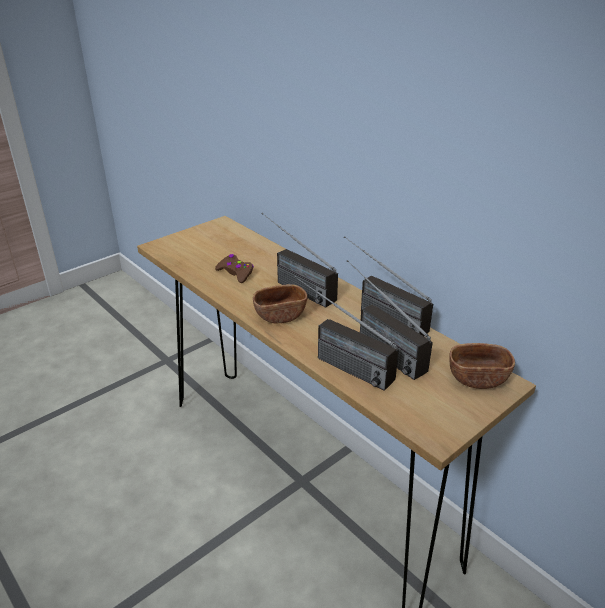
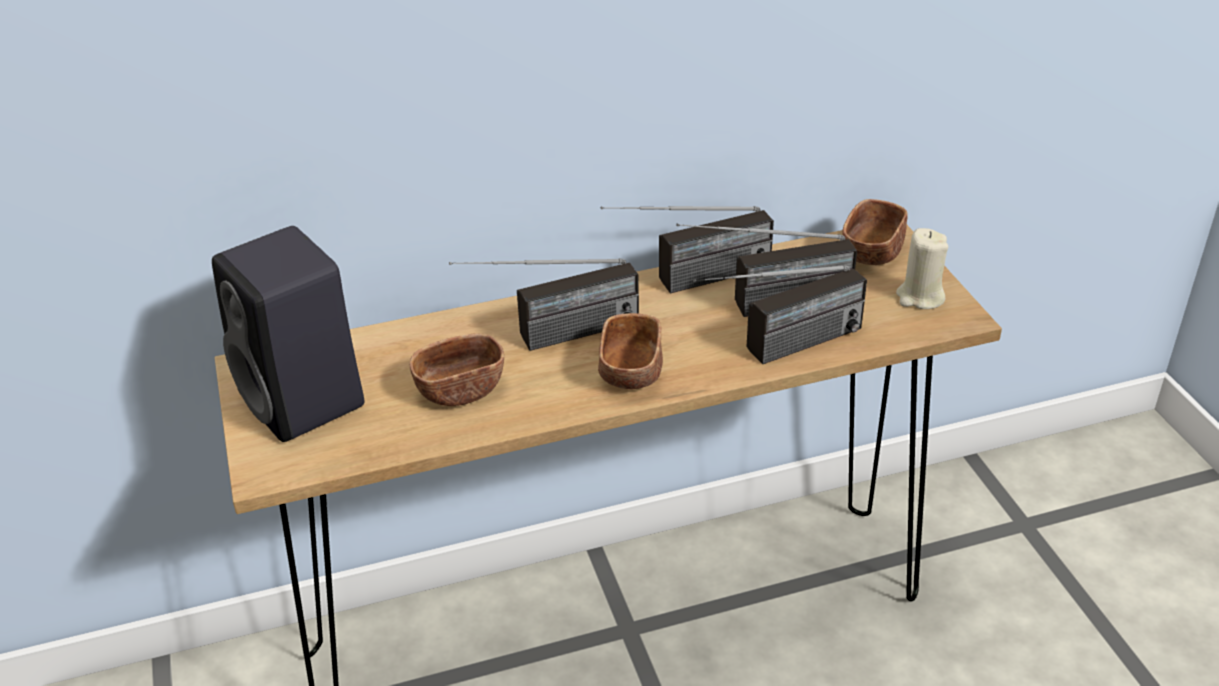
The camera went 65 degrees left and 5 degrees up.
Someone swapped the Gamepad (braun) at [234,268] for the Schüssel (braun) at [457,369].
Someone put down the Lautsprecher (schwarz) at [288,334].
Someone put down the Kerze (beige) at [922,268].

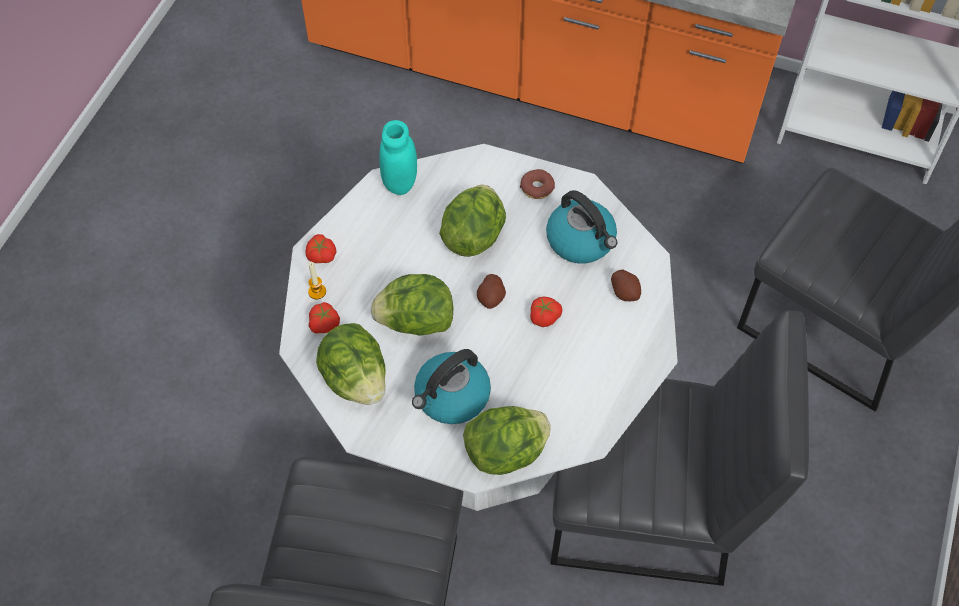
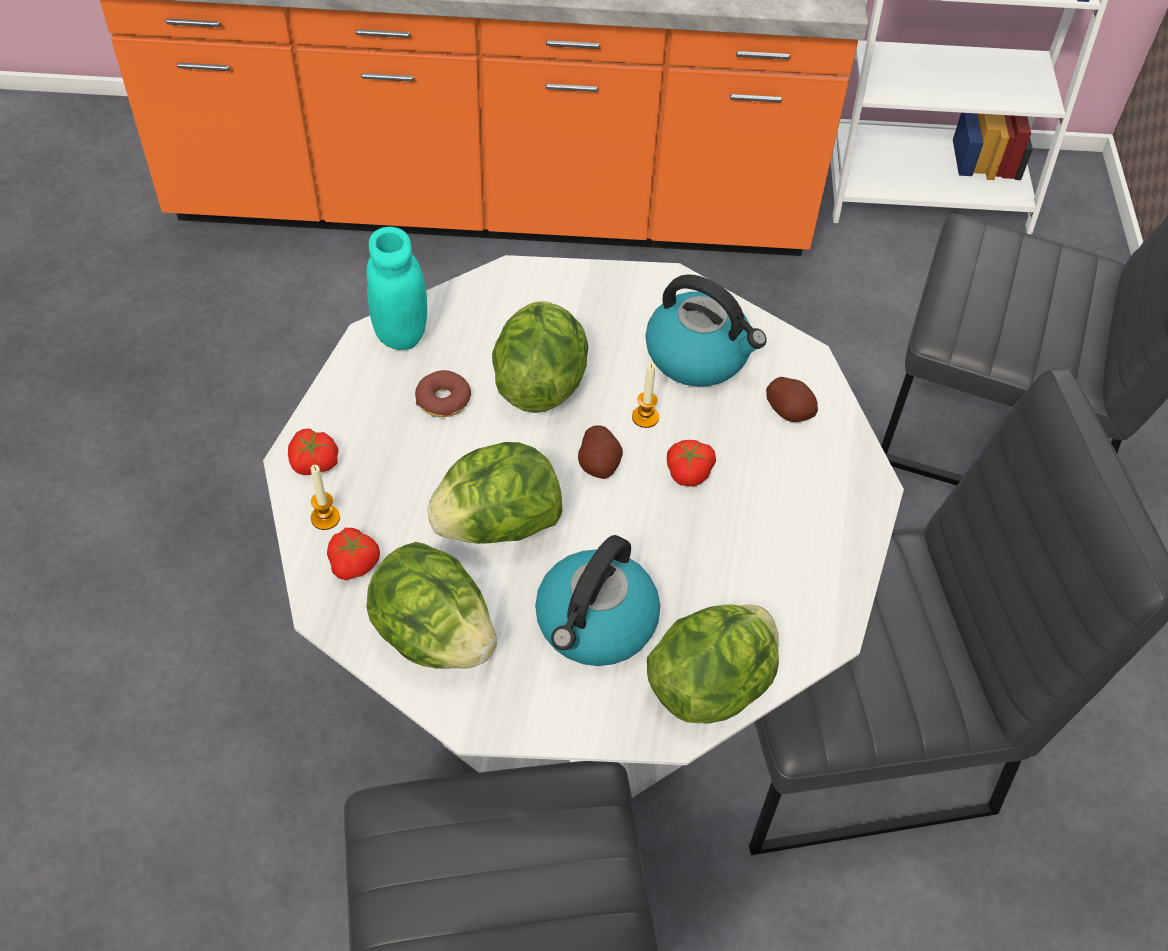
The camera went 20 degrees left and 5 degrees down.
Someone carried the Donut from [537,184] to [443,393].
Someone put down the Kerze at [645,395].

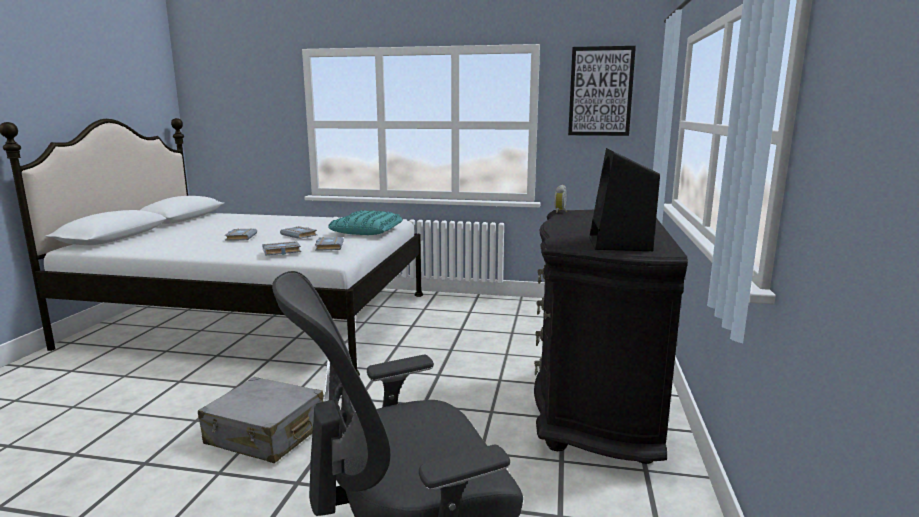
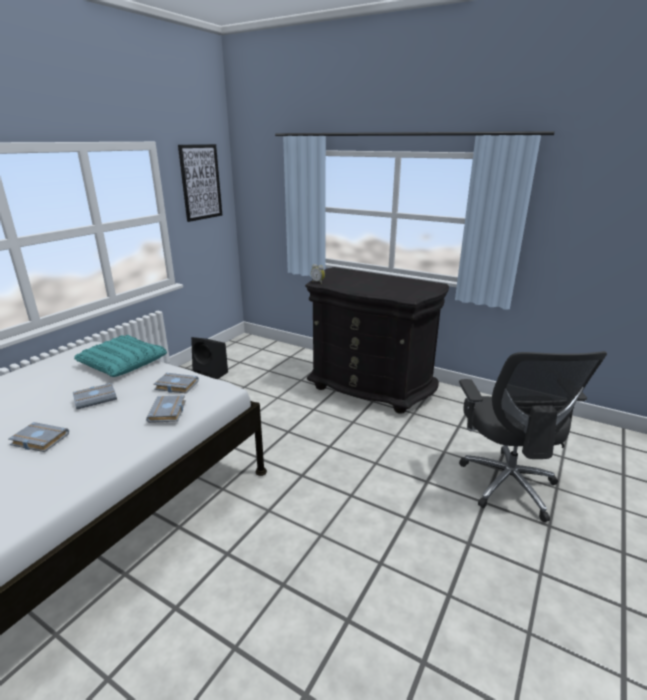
The camera went 70 degrees left and 10 degrees up.
Someone took away the Koffer (grau) at [261,420].
Someone carried the Lautsprecher (schwarz) from [624,199] to [209,358].

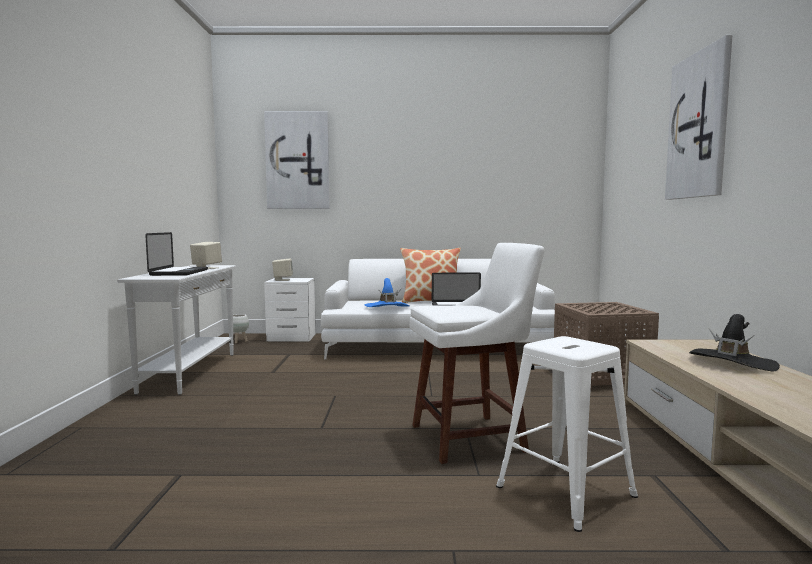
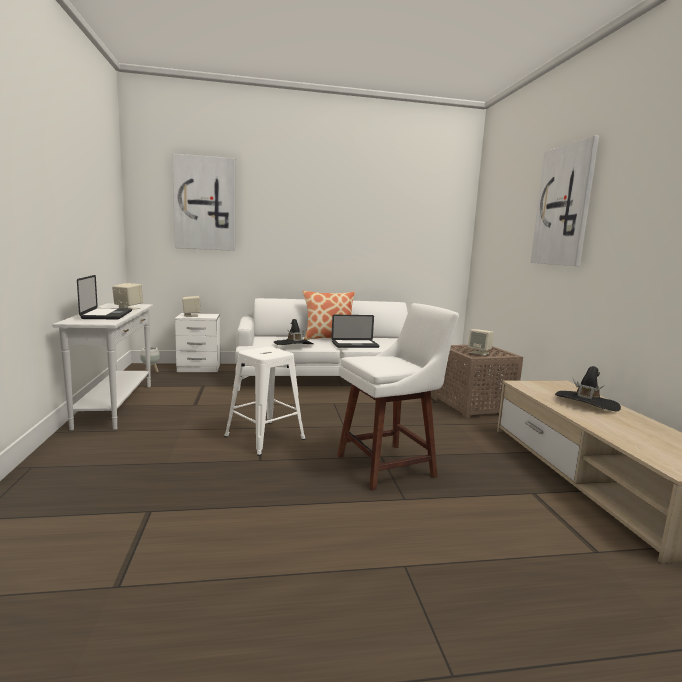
The camera went 10 degrees left and 5 degrees up.
Someone repainted the Hut (blau) at [387,292], which became the Hut (schwarz) at [294,332].
Someone carried the Hocker (weiß) from [567,434] to [265,401].
Someone put down the Lautsprecher (beige) at [481,342].

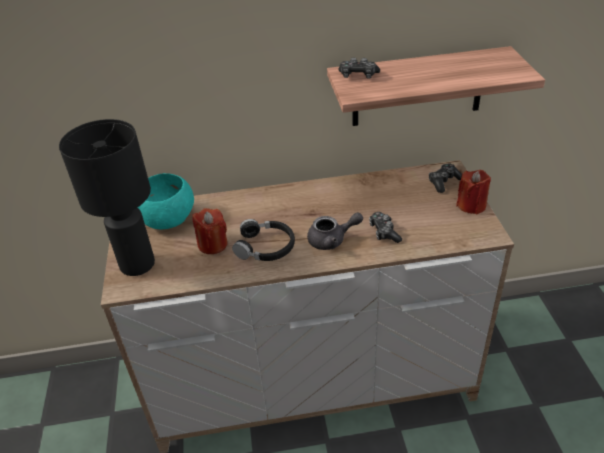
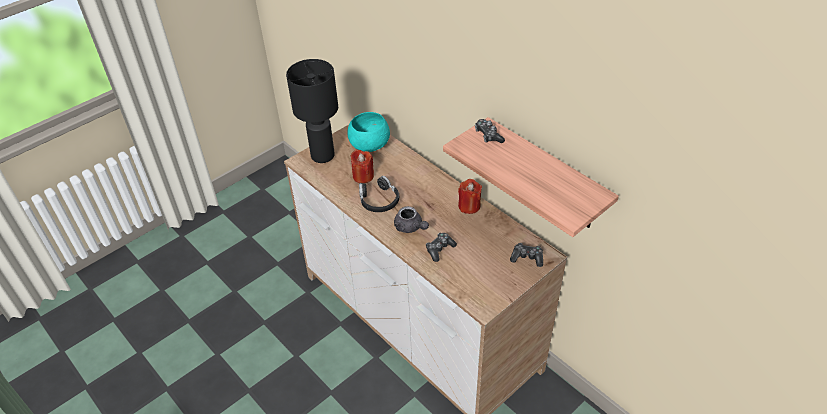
The camera went 55 degrees right and 5 degrees up.
Someone carried the Kerze (rot) from [473,192] to [470,196].

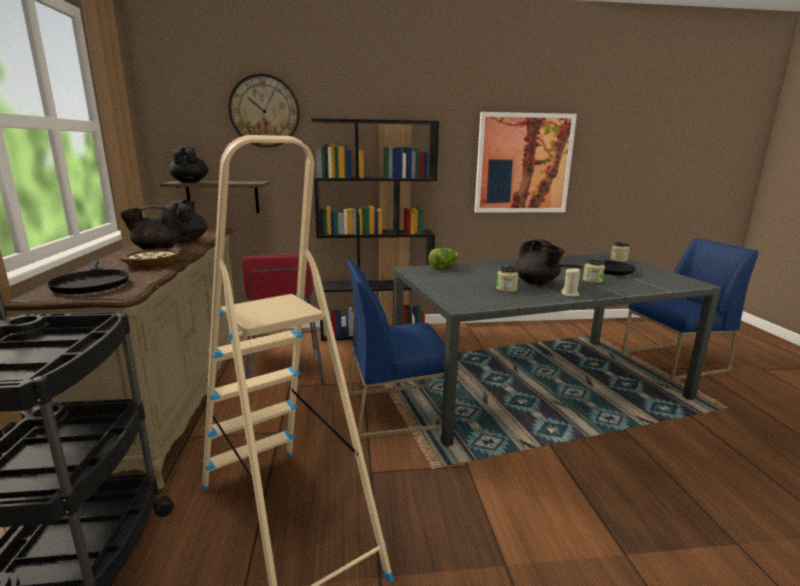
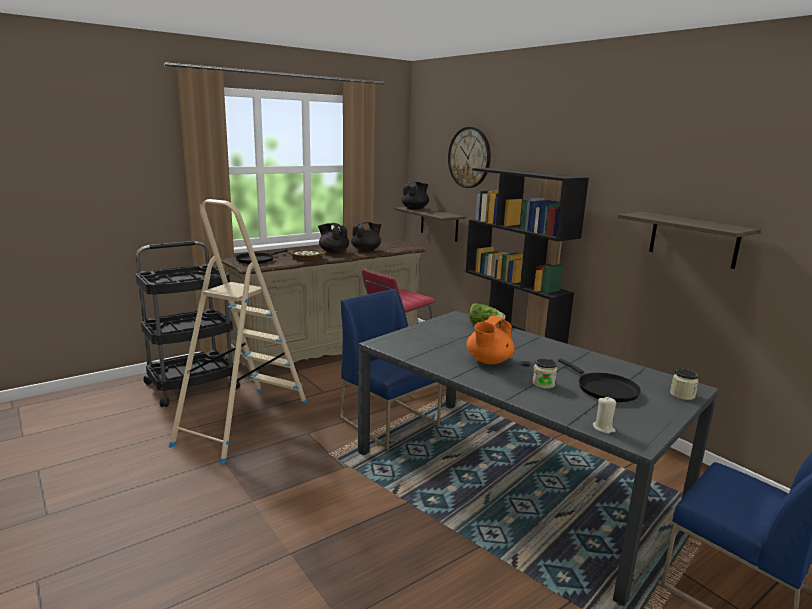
The camera went 60 degrees right and 0 degrees up.
Someone swapped the Bild at [525,162] for the Wandregal at [689,240].
Someone took away the Vorratsglas at [507,279].
Someone repainted the Teekanne (schwarz) at [539,262], which became the Teekanne (orange) at [490,340].
Someone carried the Kerze (beige) from [570,282] to [604,415].

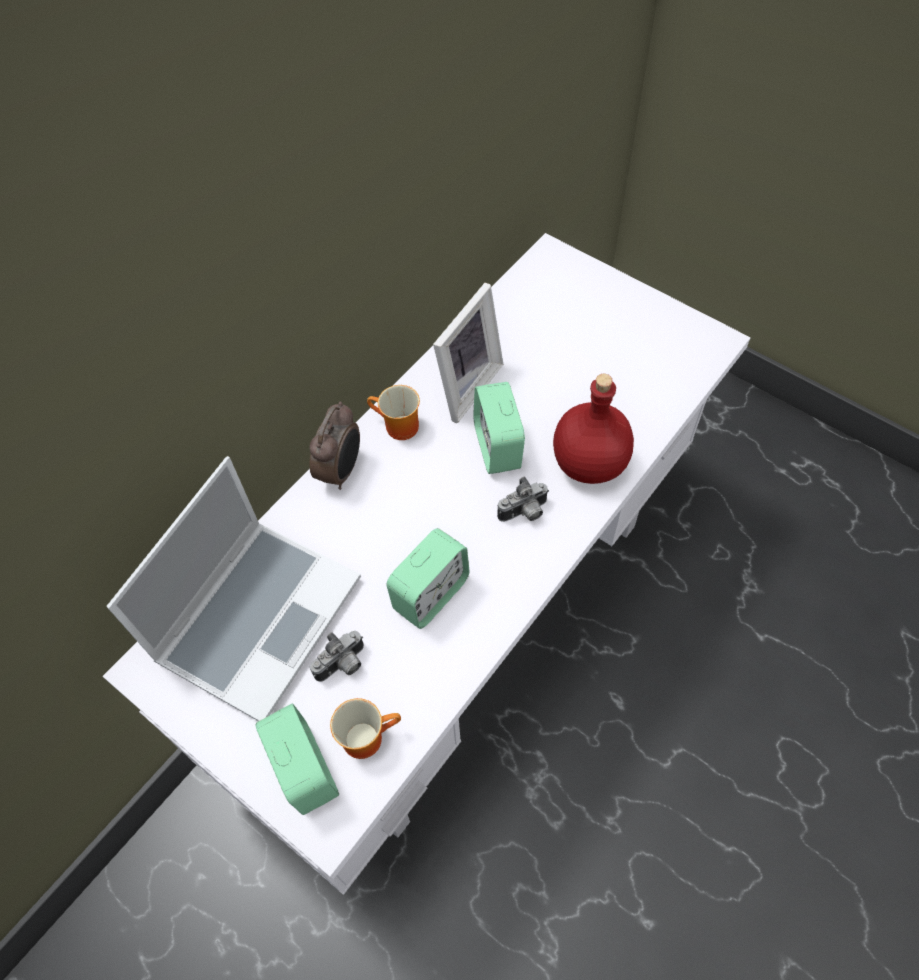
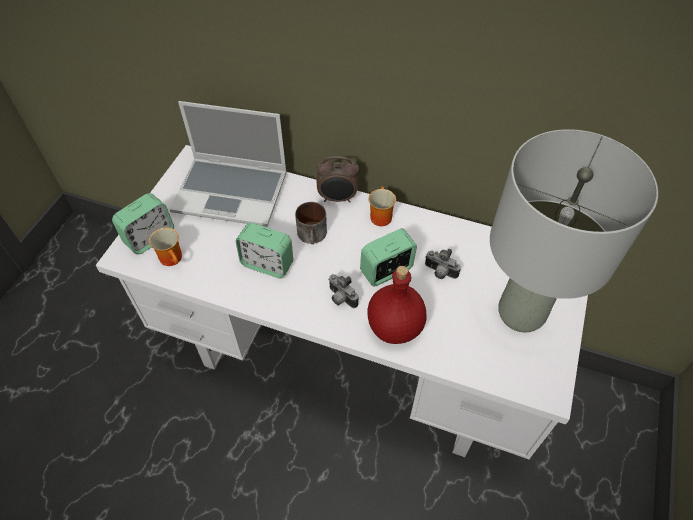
The camera went 70 degrees right and 5 degrees down.
Someone carried the Kamera from [337,656] to [443,264].
Someone took away the Bilderrahmen at [468,353].
Someone put down the Henkelbecher at [311,223].
Someone put down the Tischlampe (grau) at [574,230].

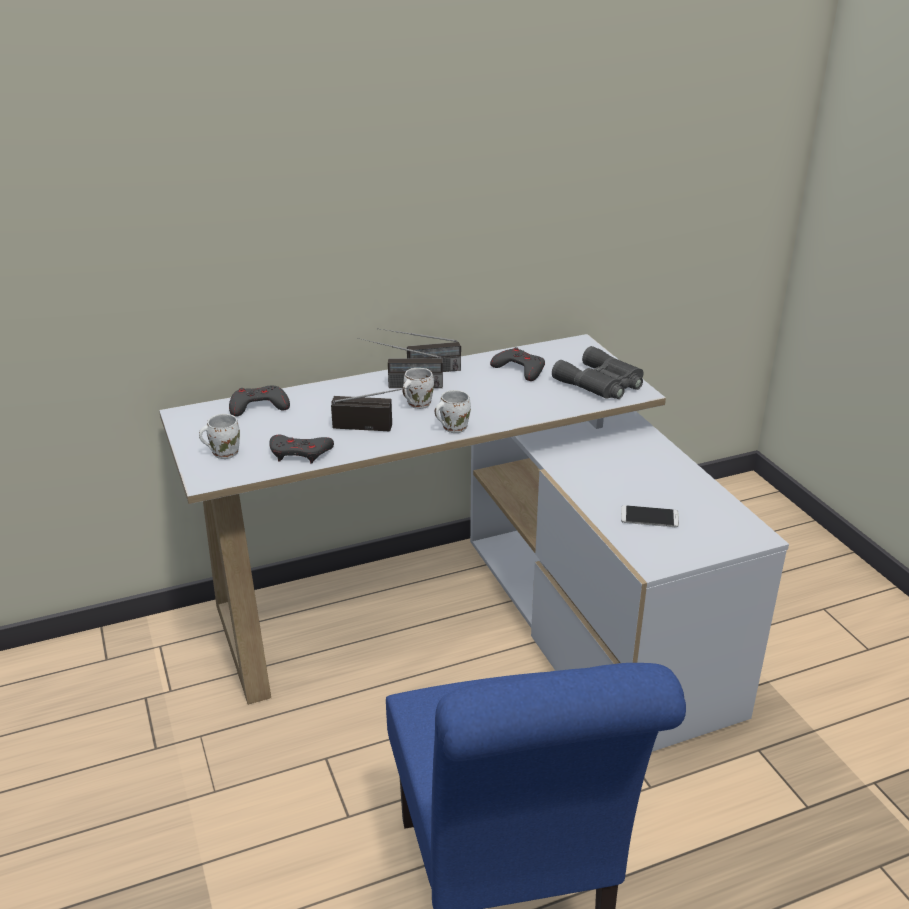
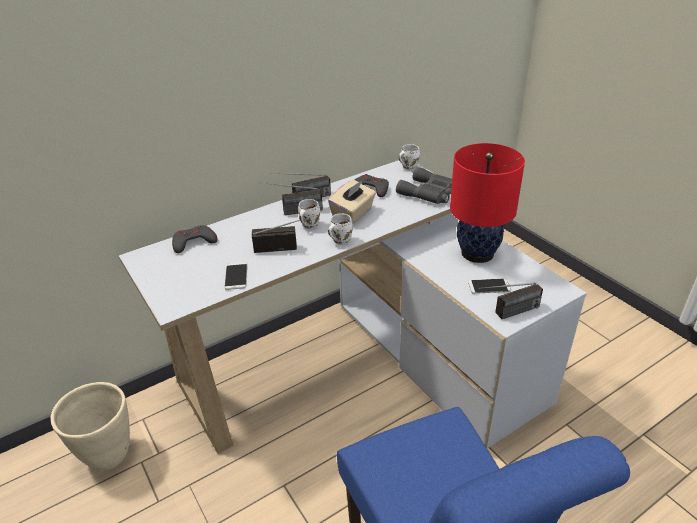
The camera went 10 degrees left and 5 degrees up.
Someone carried the Henkelbecher (weiß) from [219,436] to [409,157].
Someone swapped the Gamepad (grau) at [301,449] for the Handy at [235,276].
Someone put down the Pflanzkübel (beige) at [90,426].
Someone put down the Taschentuchbox (beige) at [352,201].
Someone put down the Tischlampe (rot) at [487,203].
Someone put down the Radio at [511,301].

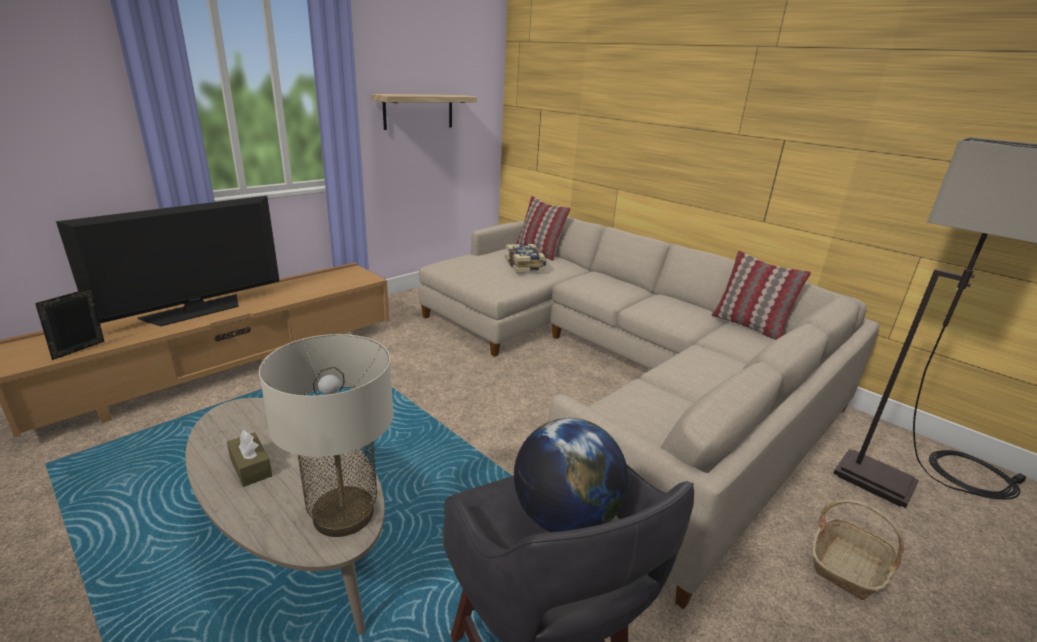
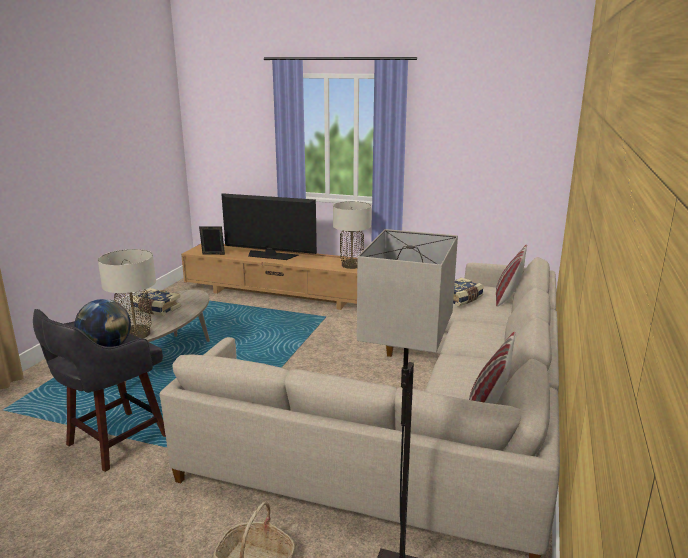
The camera went 65 degrees right and 5 degrees down.
Someone swapped the Taschentuchbox (braun) at [249,458] for the Buch at [157,302].
Someone took away the Wandregal at [424,112].
Someone put down the Tischlampe at [352,235].

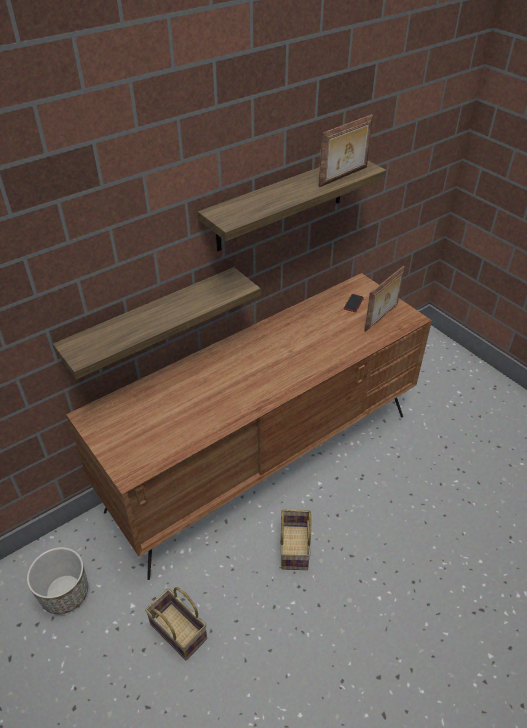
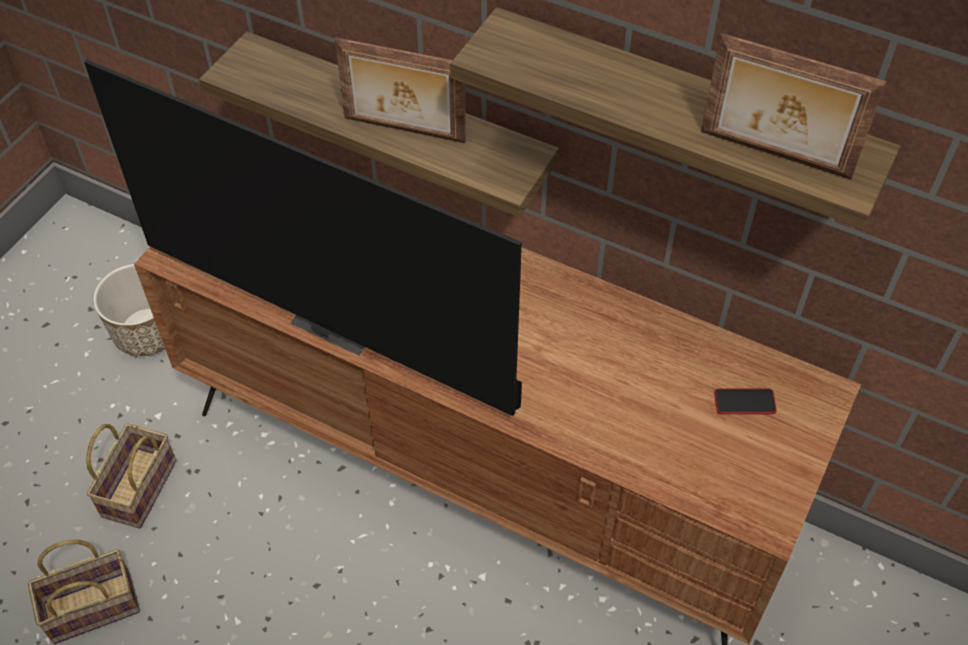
The camera went 65 degrees right and 10 degrees up.
Someone carried the Korb from [295,539] to [84,591].
Someone carried the Bilderrahmen from [384,299] to [400,90].
Someone put down the Fernseher at [303,238].

